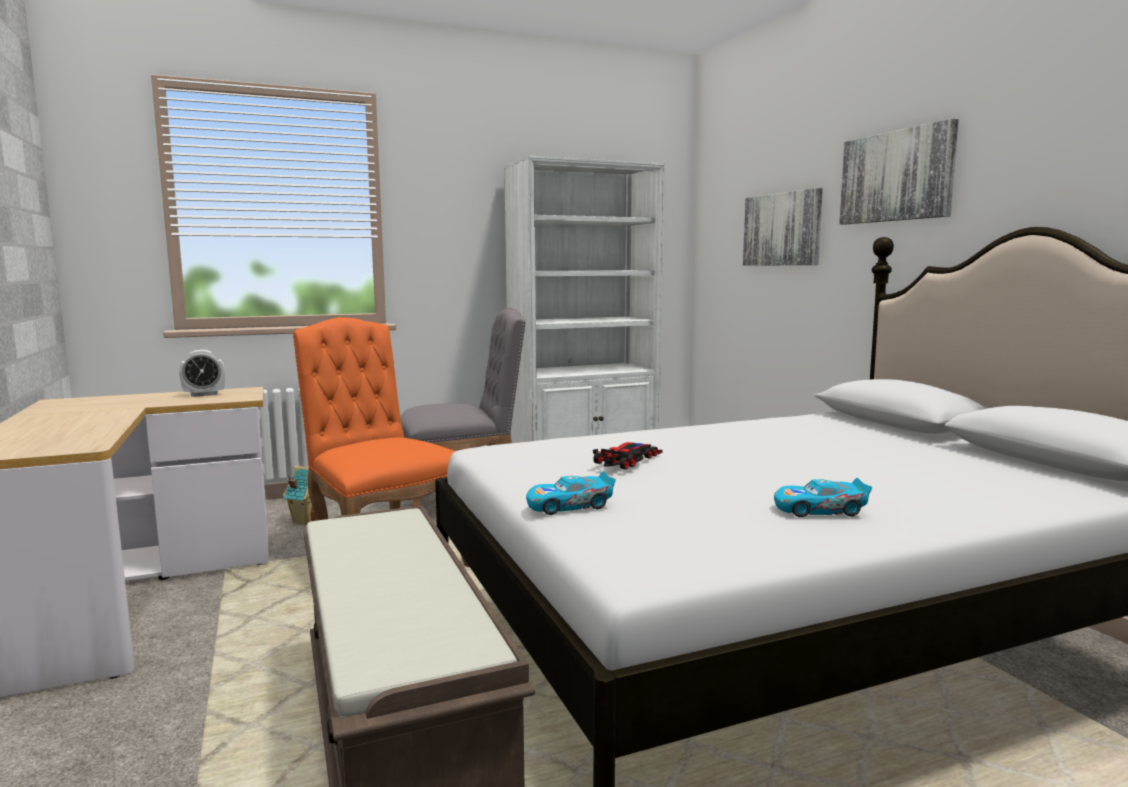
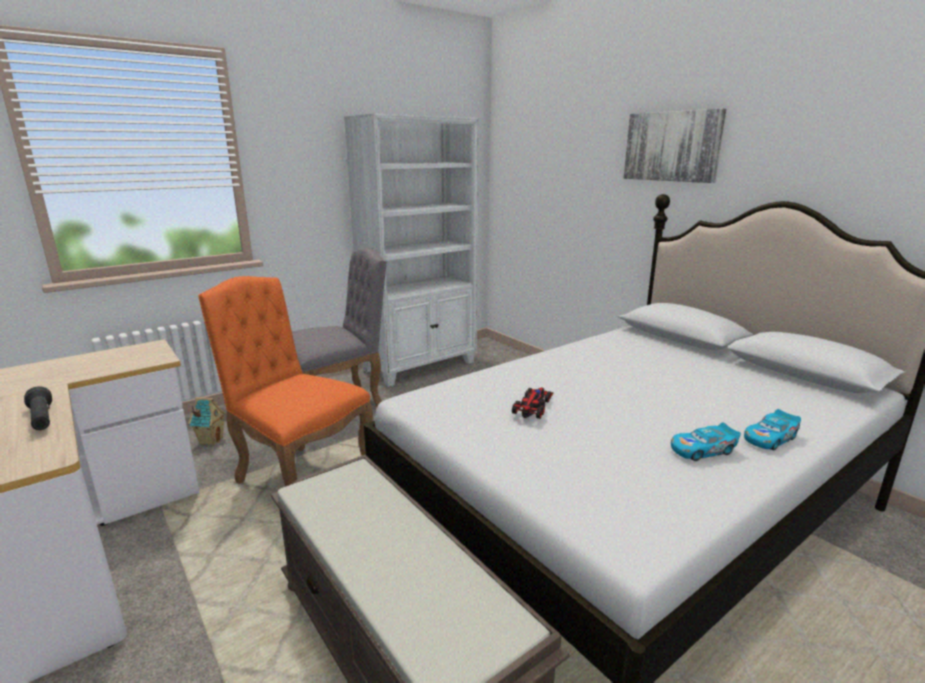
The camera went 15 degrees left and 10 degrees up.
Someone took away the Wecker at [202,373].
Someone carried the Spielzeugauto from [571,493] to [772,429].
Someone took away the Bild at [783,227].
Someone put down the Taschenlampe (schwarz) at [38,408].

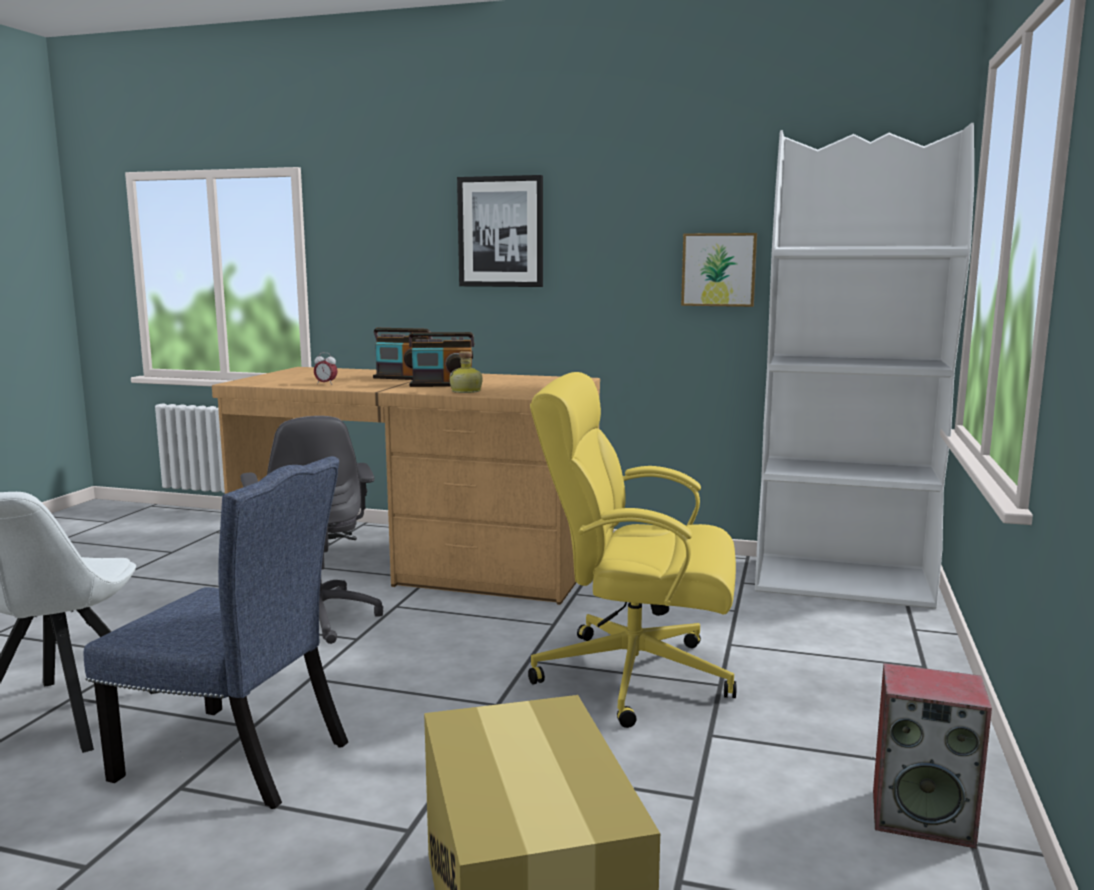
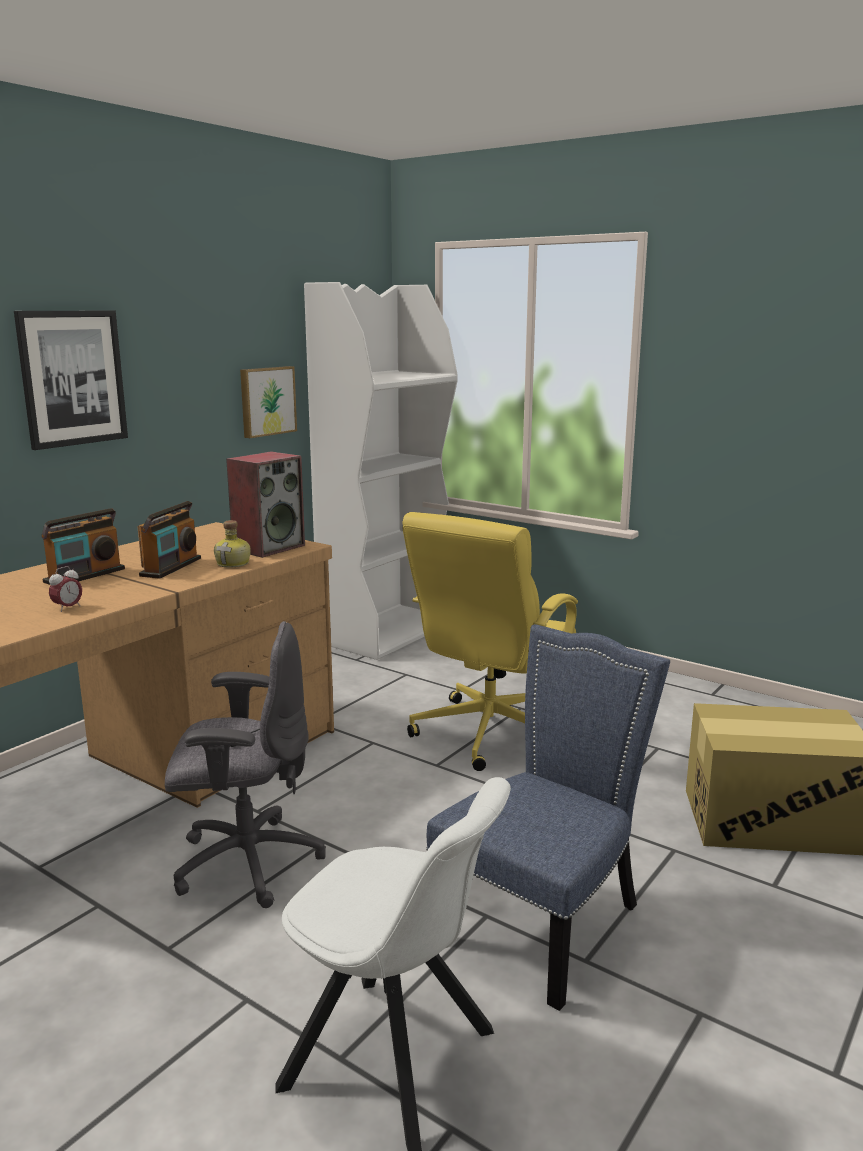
The camera went 70 degrees left and 5 degrees up.
Someone carried the Lautsprecher from [932,756] to [265,504].

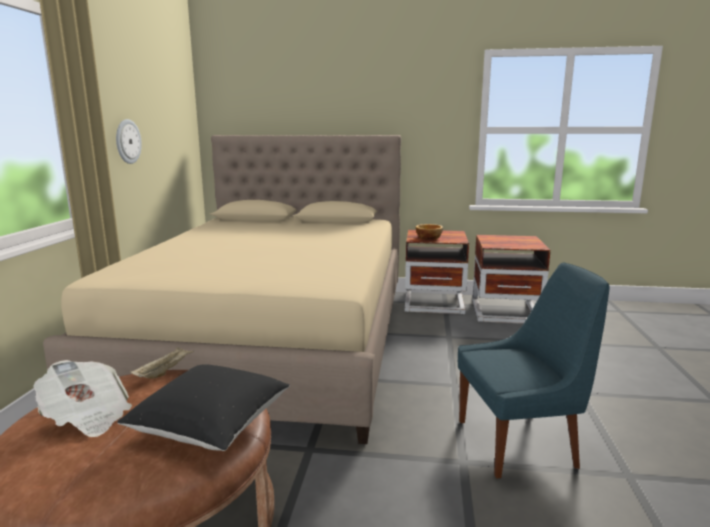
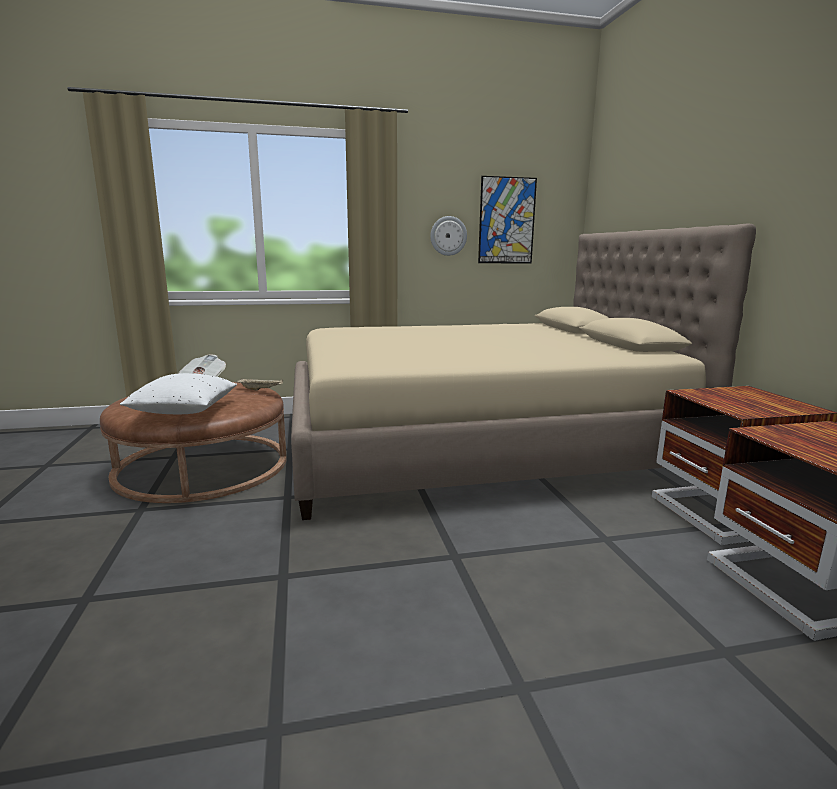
The camera went 70 degrees right and 0 degrees up.
Someone repainted the Kissen (schwarz) at [203,407], which became the Kissen (weiß) at [178,393].
Someone took away the Schüssel at [429,232].
Someone took away the Stuhl (blau) at [534,371].
Someone put up the Bild at [507,220].

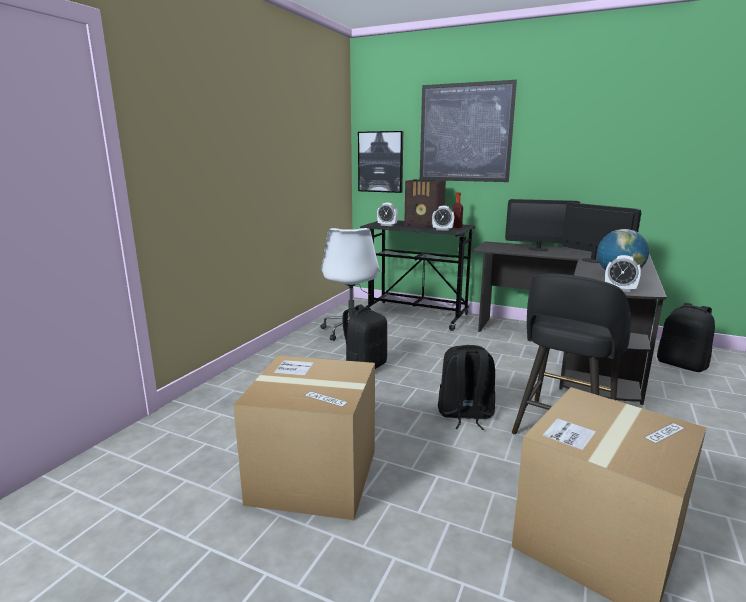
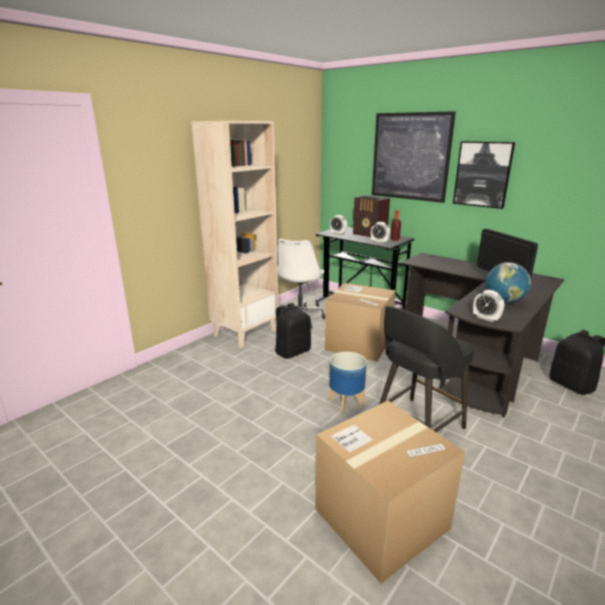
The camera went 15 degrees right and 5 degrees up.
Someone carried the Karton from [304,438] to [360,322].
Someone carried the Bild from [380,162] to [484,175].
Someone swapped the Rucksack (schwarz) at [466,387] for the Pflanzkübel at [348,383].
Someone took away the Monitor at [542,225].
Someone put down the Bücherregal (beige) at [234,234].

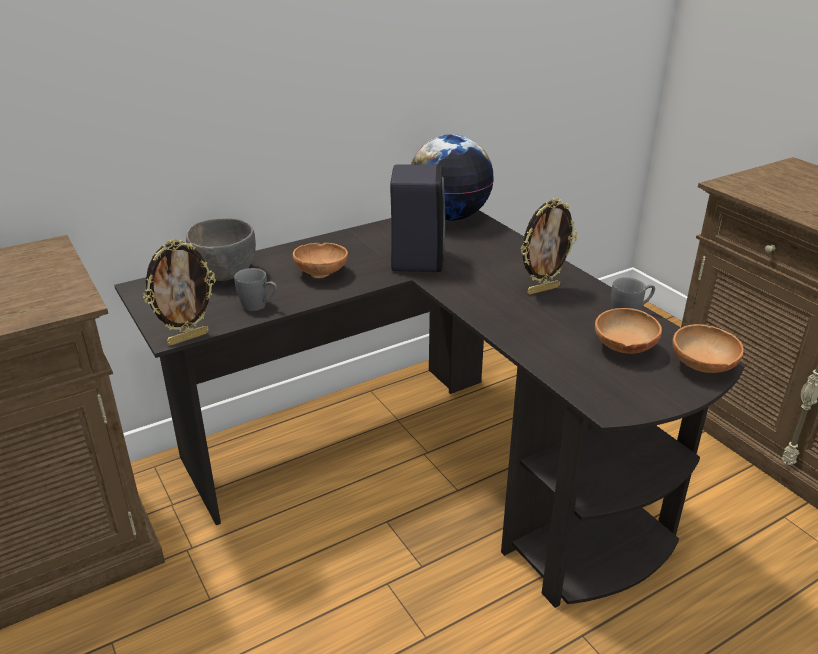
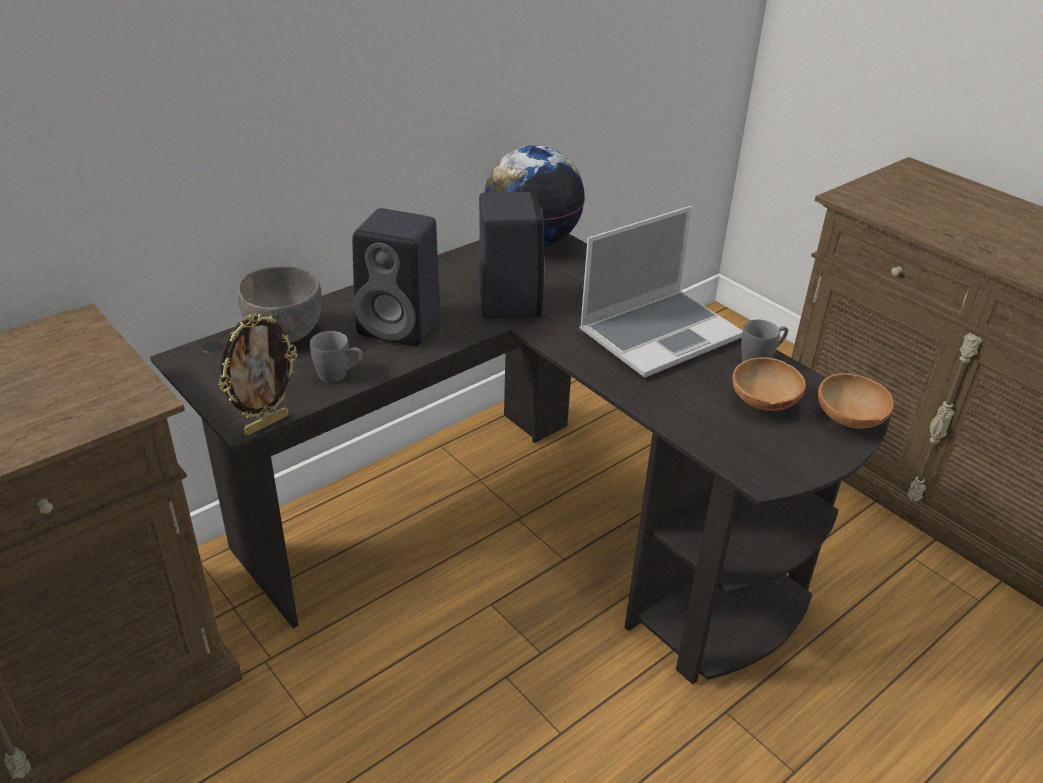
The camera went 10 degrees left and 5 degrees up.
Someone swapped the Schüssel (braun) at [320,260] for the Lautsprecher (schwarz) at [396,277].
Someone swapped the Bilderrahmen at [549,246] for the Laptop at [661,292].

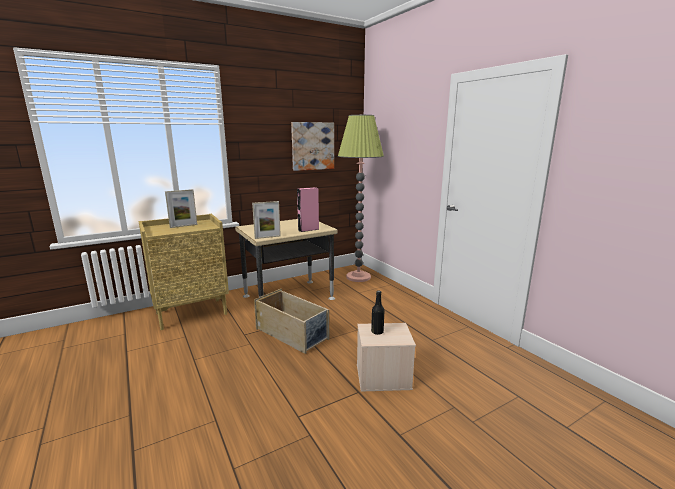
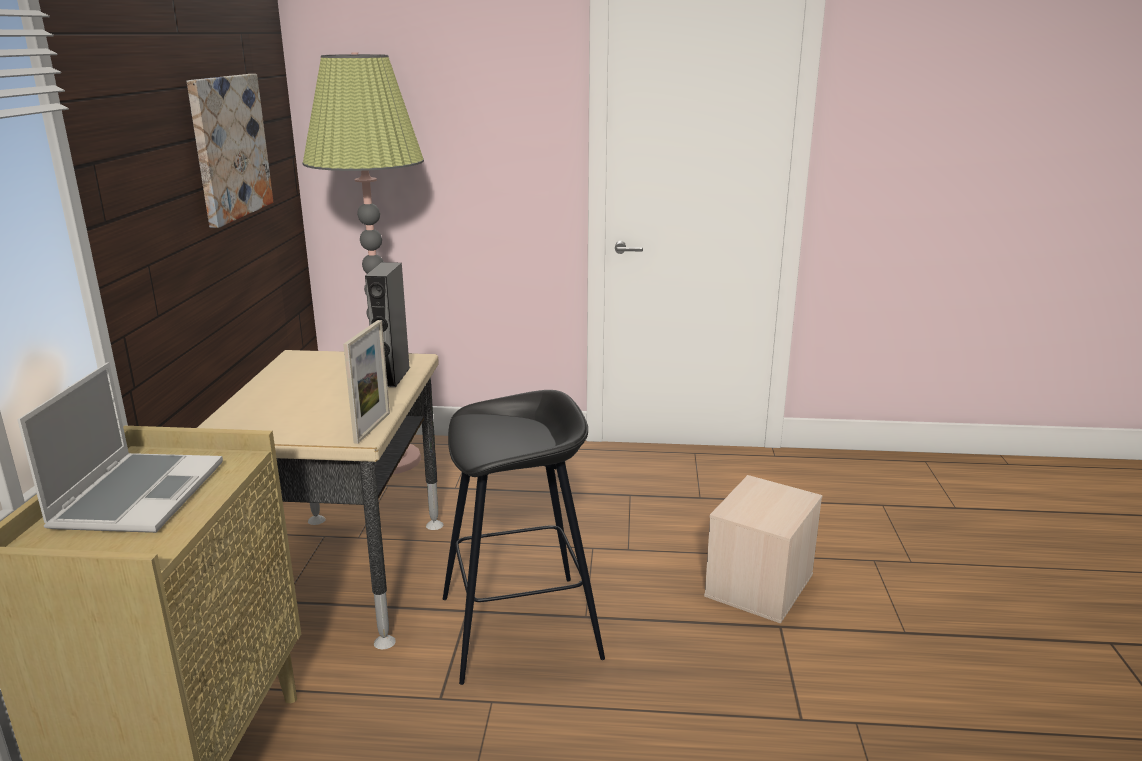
The camera went 55 degrees left and 5 degrees up.
Someone swapped the Bilderrahmen at [181,208] for the Laptop at [120,447].
Someone swapped the Aufbewahrungsbox (beige) at [291,321] for the Hocker (schwarz) at [524,537].
Someone repainted the Lautsprecher (rosa) at [308,209], which became the Lautsprecher (grau) at [387,324].
Someone took away the Flasche (schwarz) at [377,313].

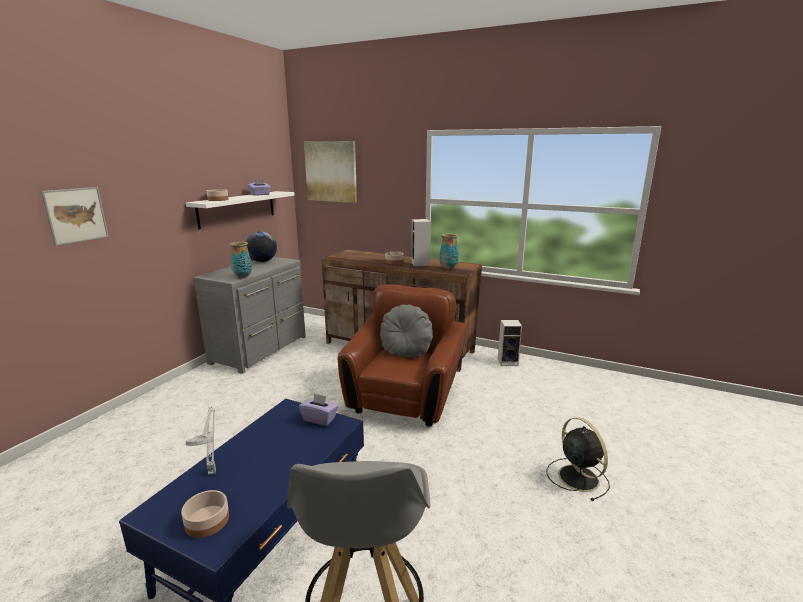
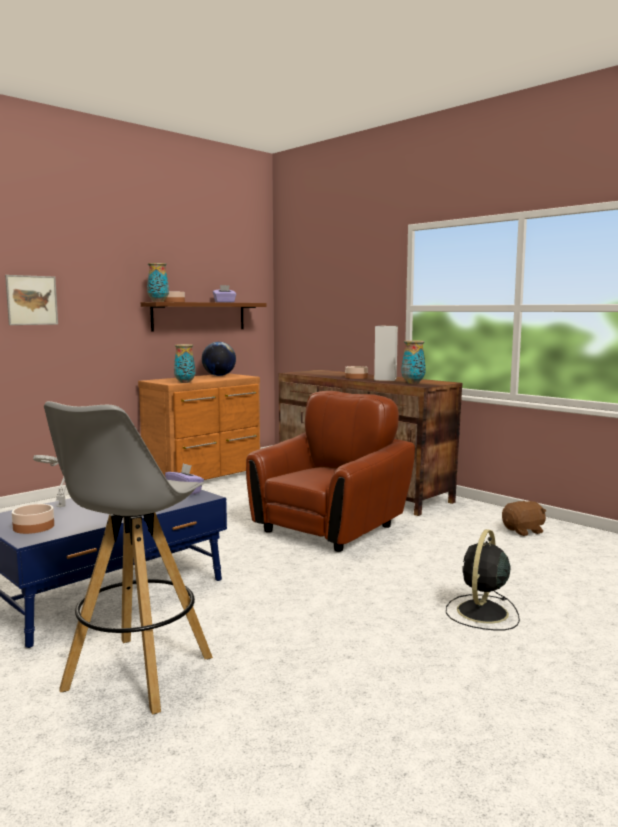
The camera went 20 degrees right and 10 degrees down.
Someone repainted the Wandregal (weiß) at [240,210], which became the Wandregal (braun) at [204,317].
Someone repainted the Kommode (grau) at [249,315], which became the Kommode (braun) at [199,426].
Someone took away the Bild at [330,172].
Someone took away the Kissen (grau) at [406,331].
Someone took away the Lautsprecher at [510,343].
Someone rotated the Ventilator (schwarz) at [578,459] by 150 degrees counterclockwise.
Someone put down the Vase at [158,282].
Someone put down the Plüschtier (braun) at [524,518].

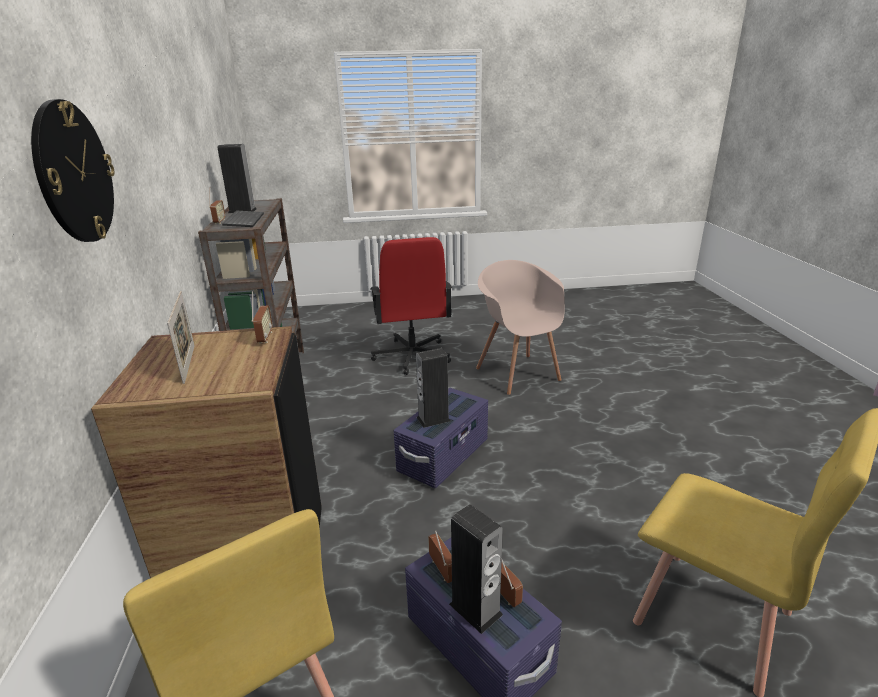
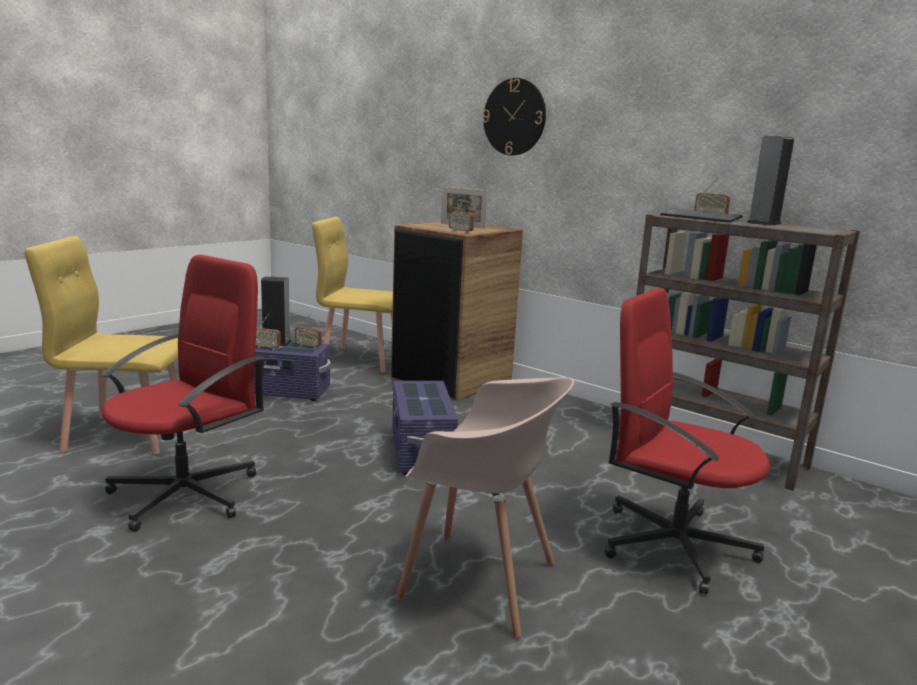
The camera went 135 degrees right and 10 degrees down.
Someone took away the Lautsprecher at [433,388].
Someone put down the Bürostuhl (rot) at [184,393].

